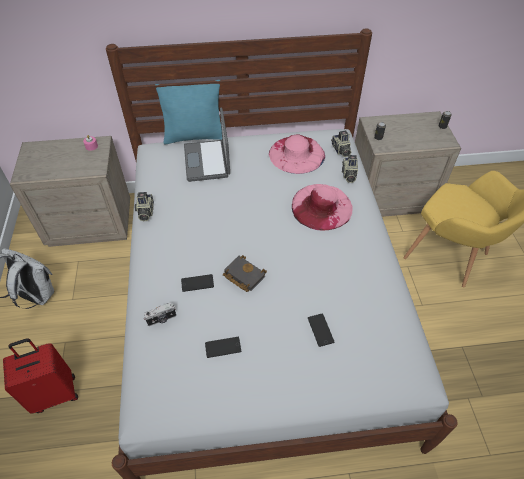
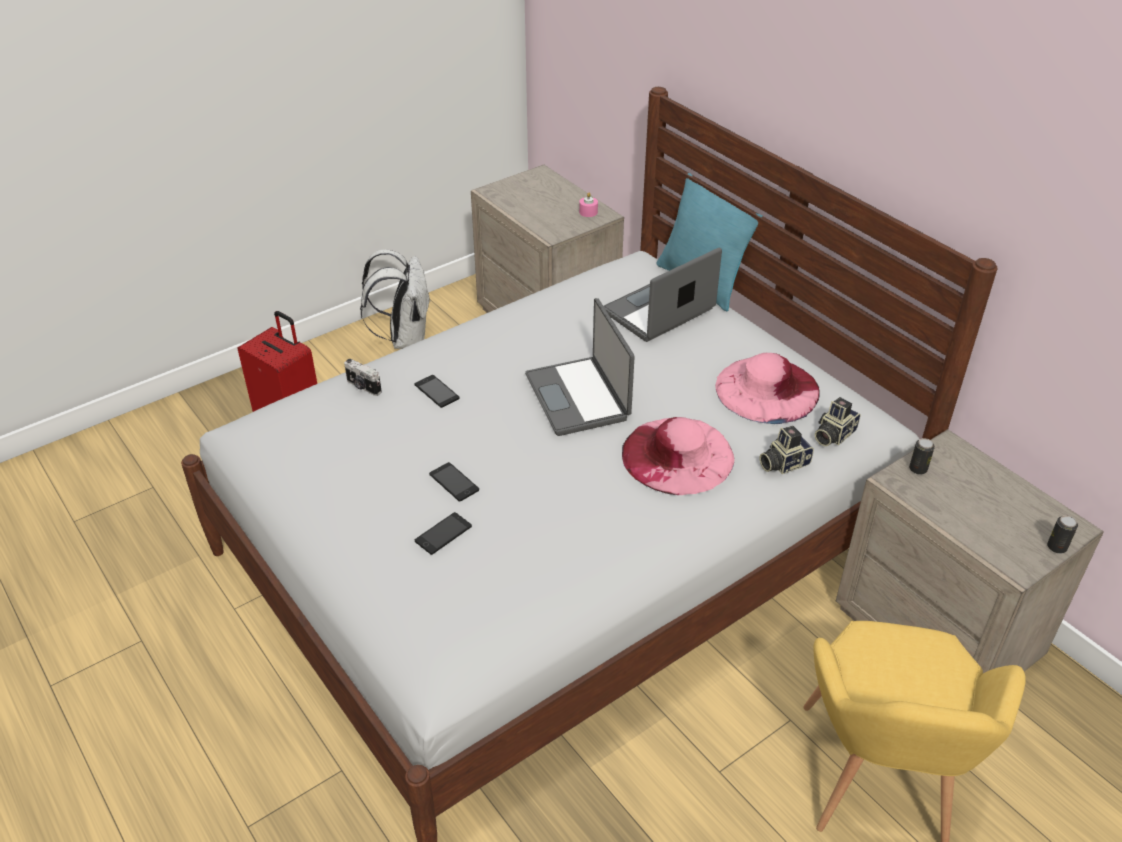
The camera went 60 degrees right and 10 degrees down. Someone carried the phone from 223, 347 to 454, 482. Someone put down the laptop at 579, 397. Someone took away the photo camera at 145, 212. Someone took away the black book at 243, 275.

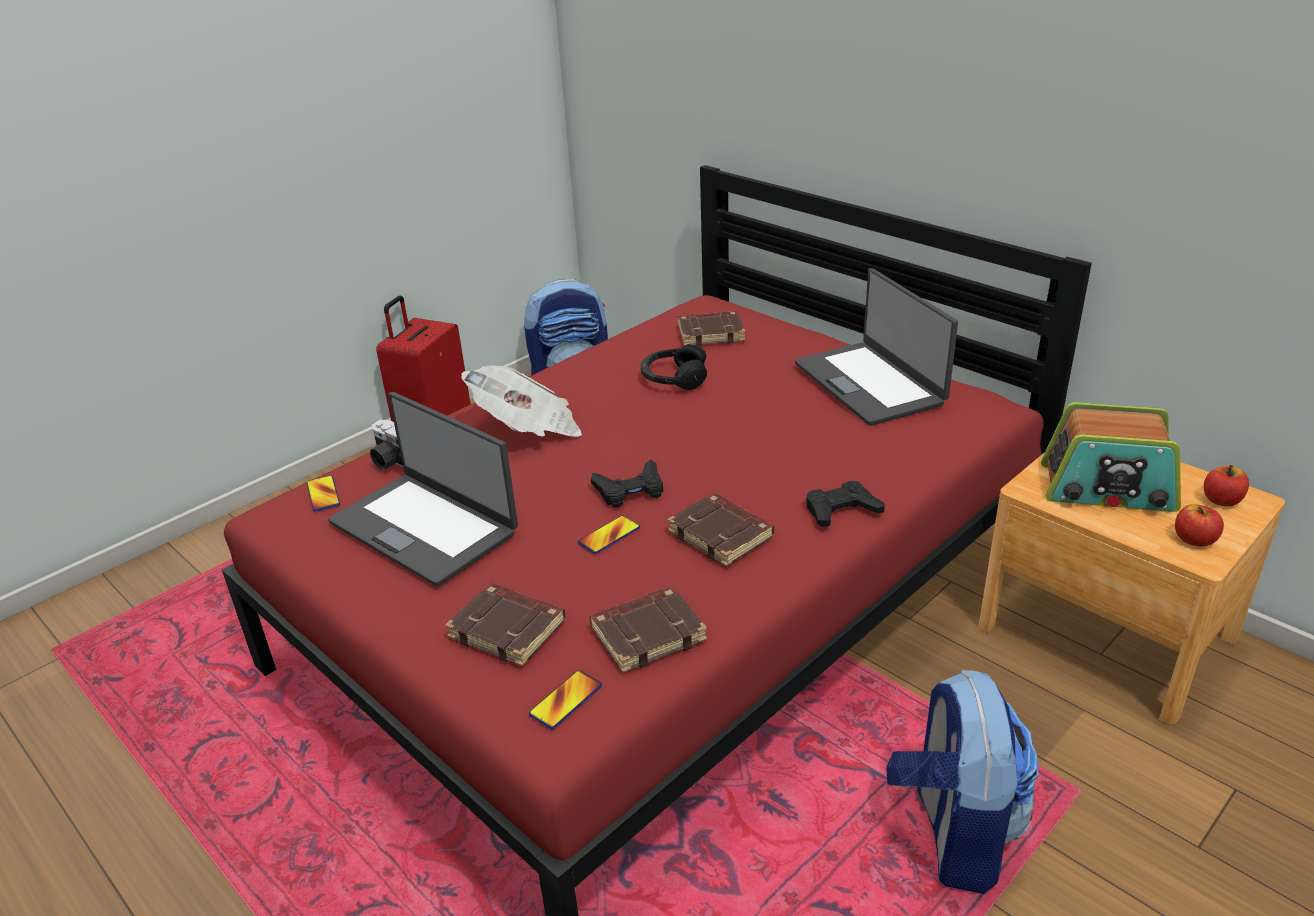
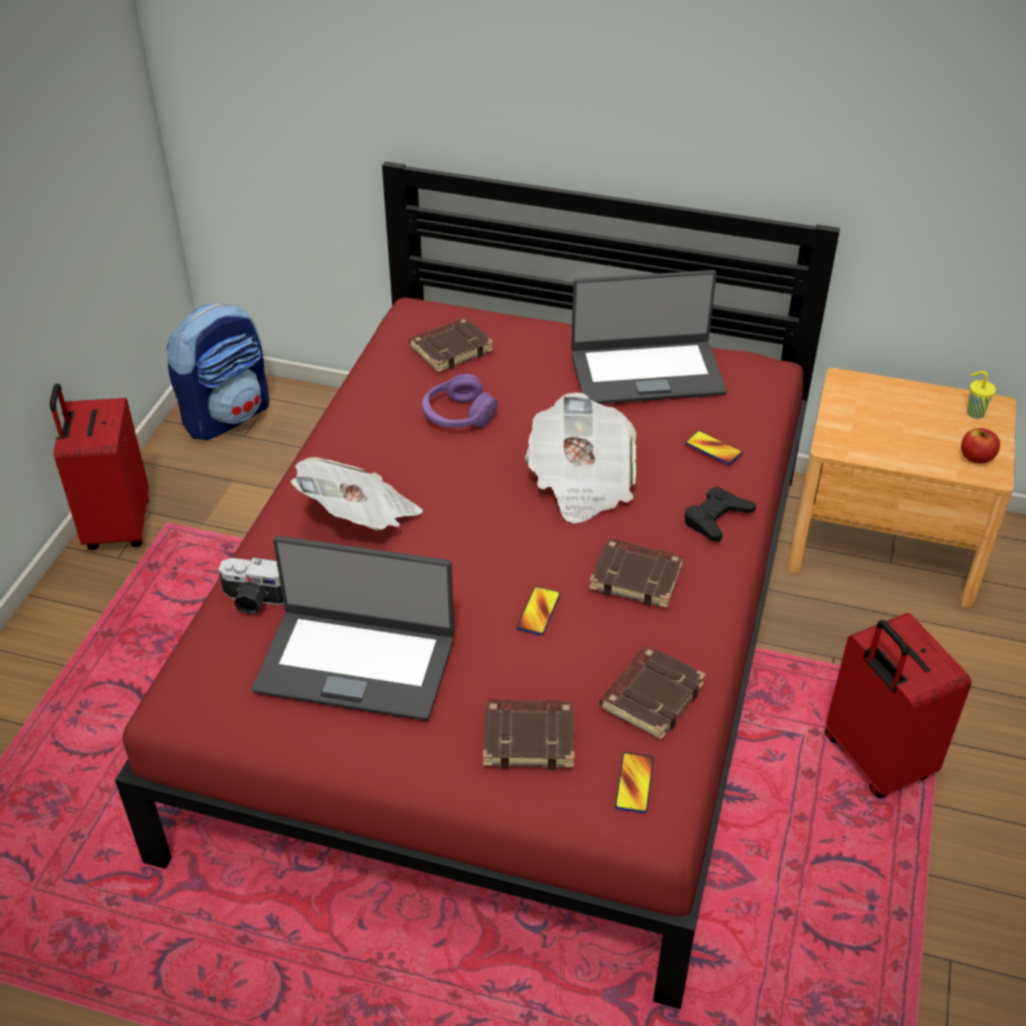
The camera went 30 degrees left and 10 degrees up. Someone repainted the black headphones at 674, 378, which became the purple headphones at 457, 415. Someone put down the newspaper at 581, 483. Someone rotated the laptop at 870, 383 by 45 degrees counterclockwise. Someone carried the phone from 323, 494 to 713, 449. Someone swapped the backpack at 953, 832 for the red suitcase at 874, 760. Someone swapped the apple at 1221, 500 for the yellow cup at 974, 413. Someone took away the black game controller at 630, 490. Someone took away the radio at 1107, 488.

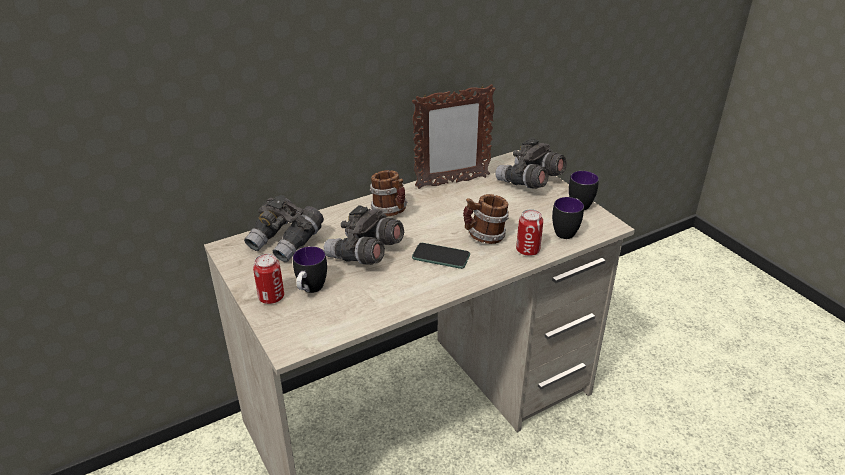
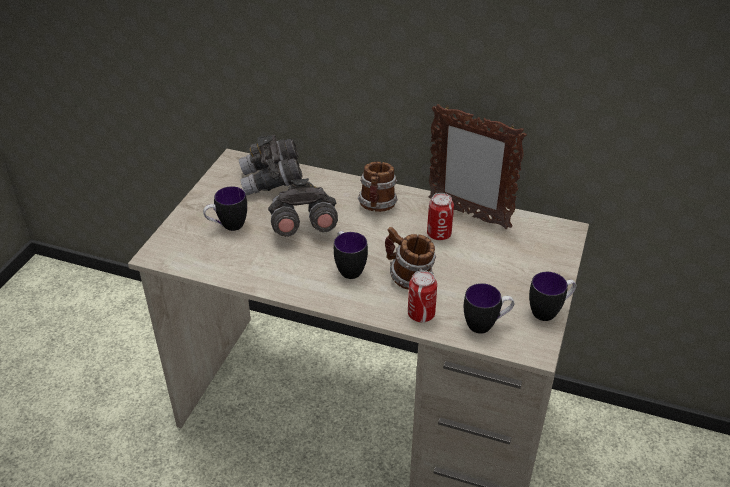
The camera went 50 degrees right and 5 degrees up. Someone swapped the phone at 441, 256 for the mug at 348, 268. Someone carried the can from 271, 297 to 439, 234. Someone took away the grey binoculars at 529, 182.

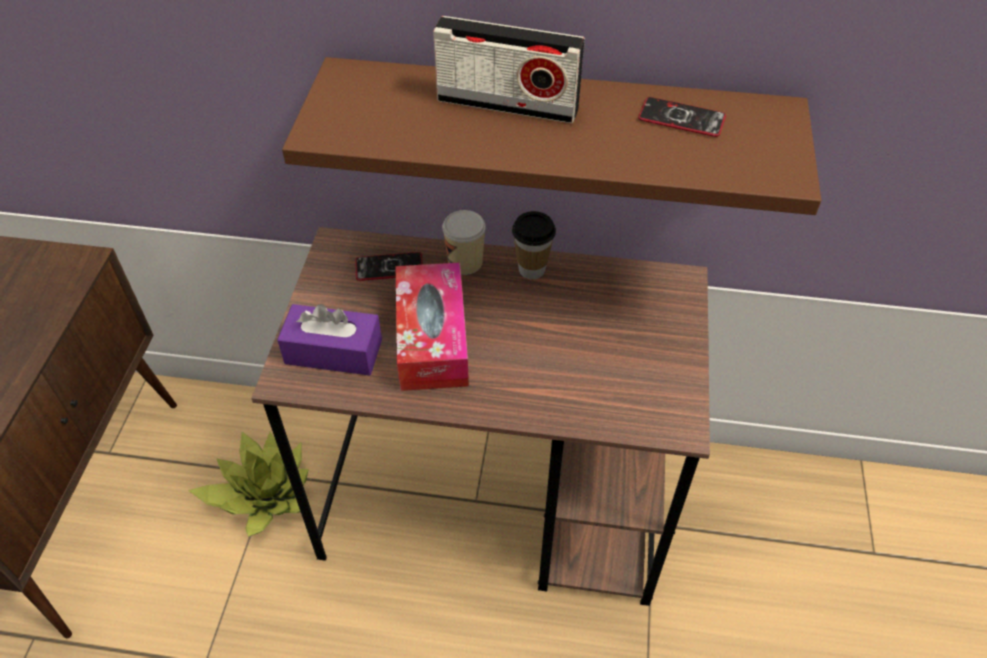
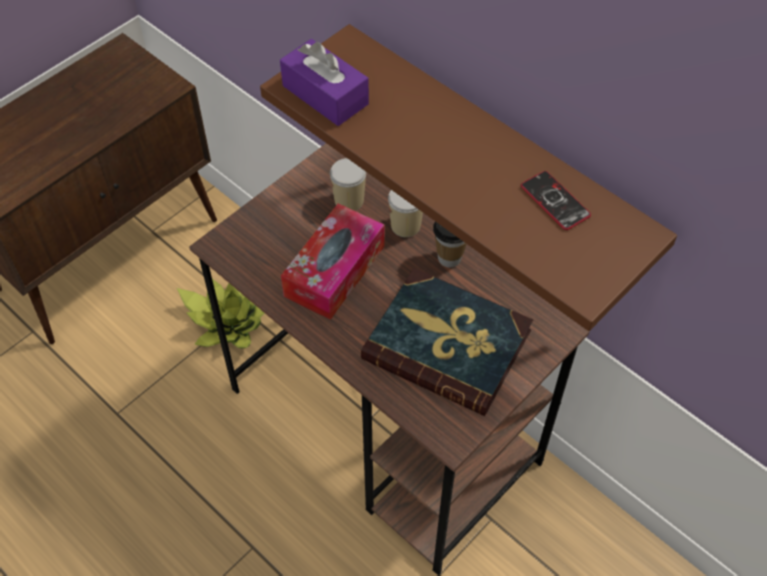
The camera went 35 degrees right and 5 degrees up. Someone carried the purple tissue box from 333, 351 to 325, 95. Someone swapped the phone at 389, 267 for the cup at 349, 200. Someone put down the book at 447, 344. Someone took away the radio at 507, 104.

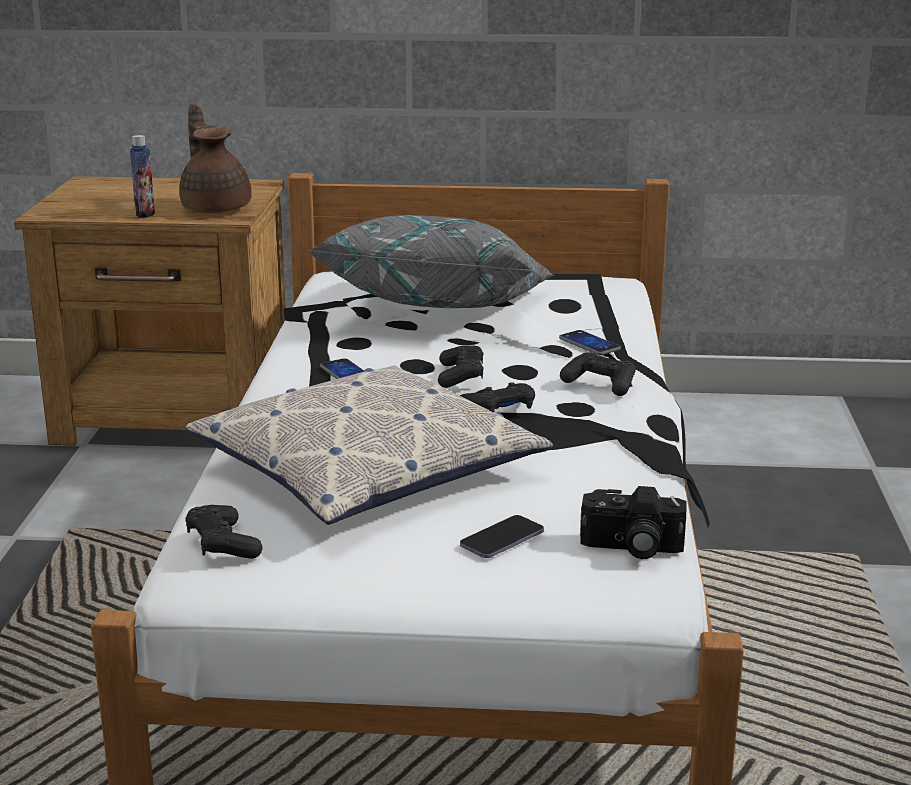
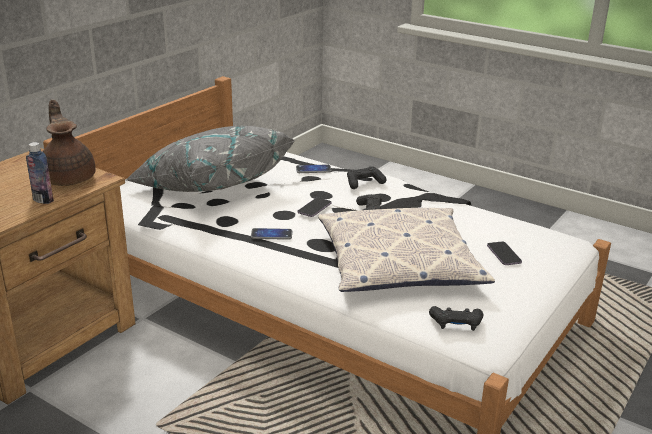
The camera went 60 degrees left and 5 degrees up. Someone rotated the brown teapot at 216, 208 by 60 degrees clockwise. Someone swapped the black game controller at 460, 376 for the phone at 314, 208. Someone took away the photo camera at 631, 548.

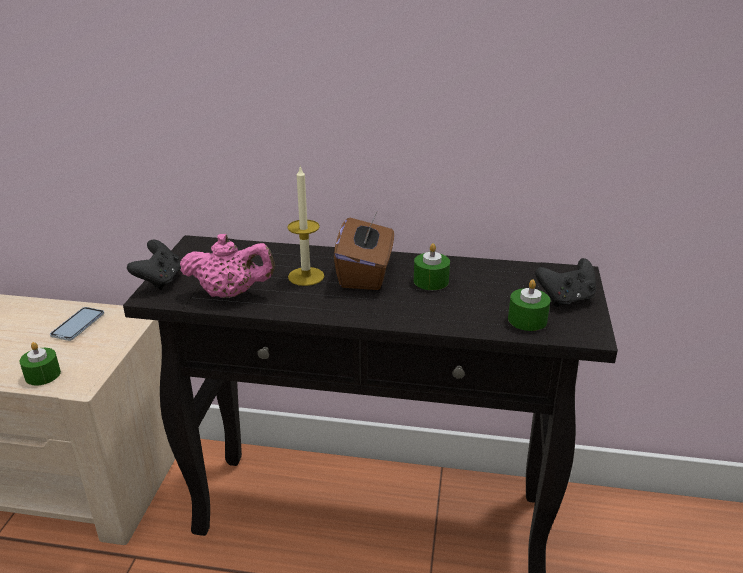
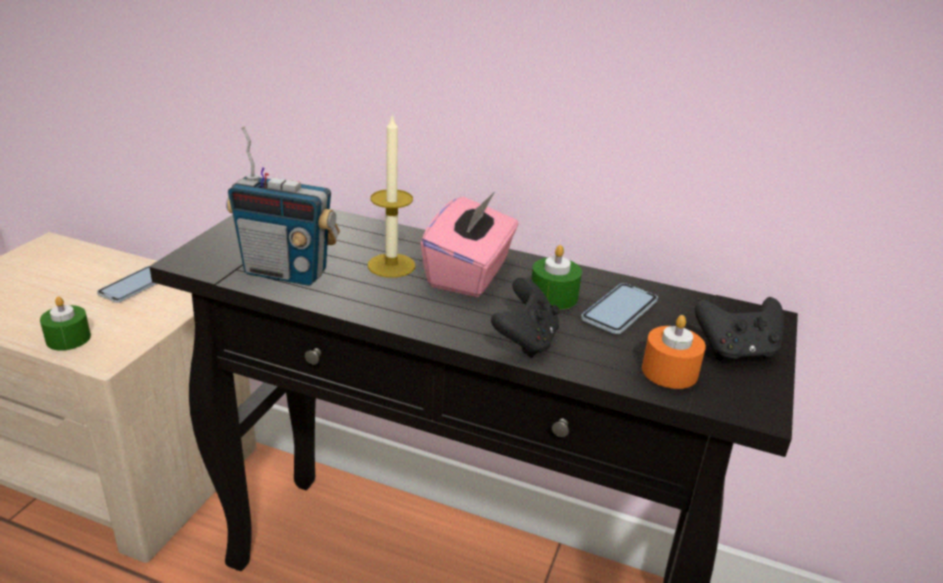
The camera went 10 degrees right and 0 degrees up. Someone swapped the pink teapot at 231, 293 for the radio at 286, 272. Someone repainted the brown tissue box at 365, 274, which became the pink tissue box at 470, 274. Someone carried the black game controller from 159, 280 to 525, 341. Someone put down the phone at 619, 310. Someone repainted the green candle at 527, 320, which became the orange candle at 669, 371.

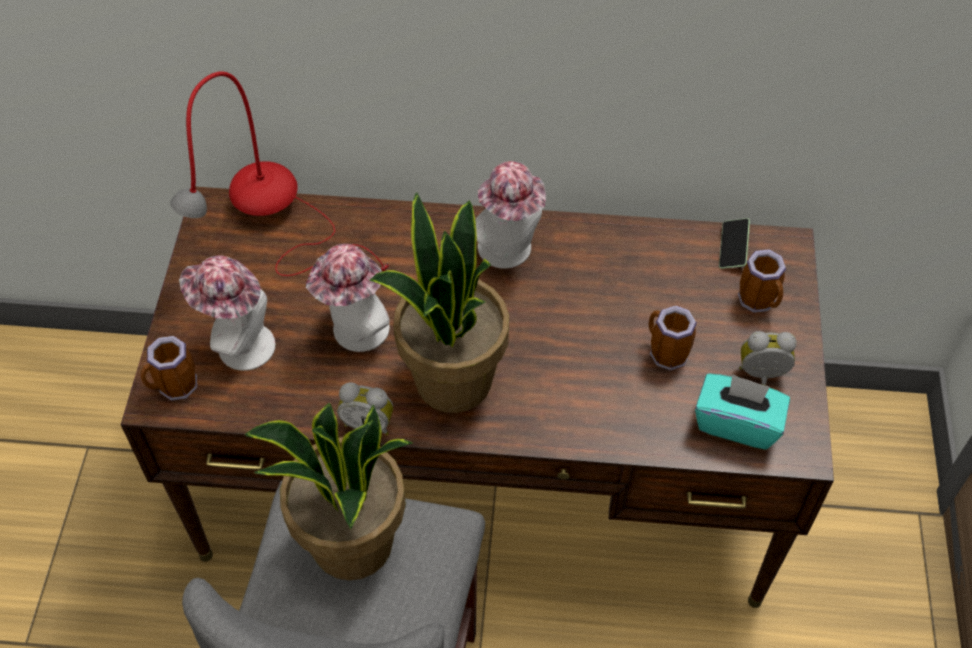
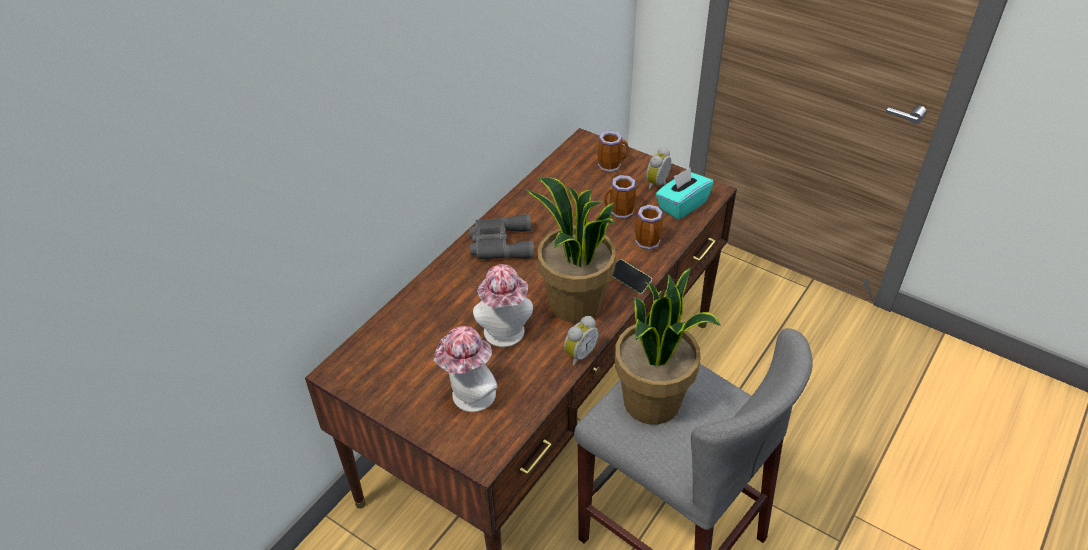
The camera went 60 degrees left and 10 degrees down. Someone swapped the hat at 509, 252 for the grey binoculars at 499, 244. Someone carried the phone from 732, 248 to 630, 280. Someone carried the mug from 175, 388 to 649, 243. Someone took away the red table lamp at 275, 233.

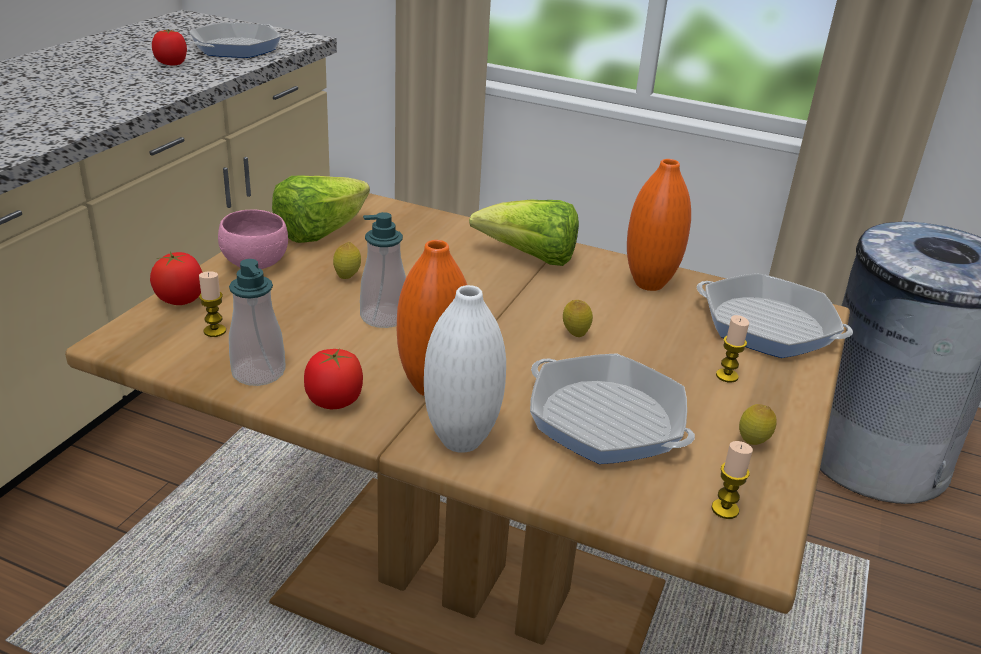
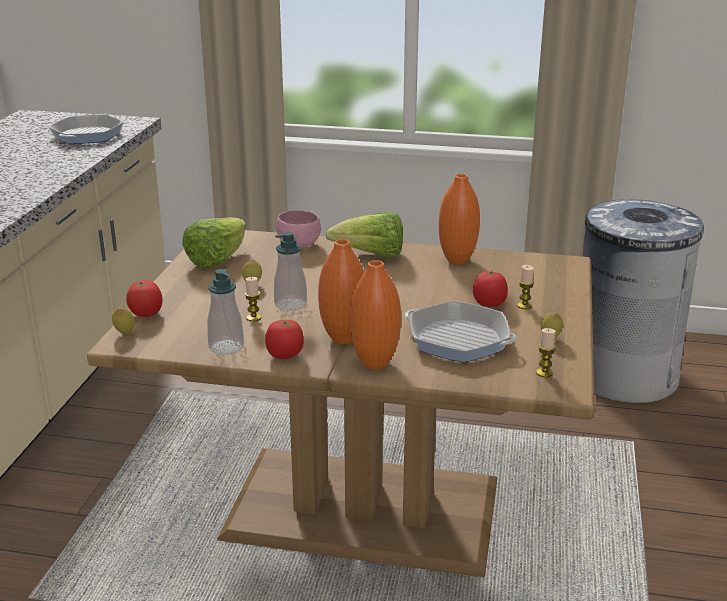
The camera went 10 degrees left and 5 degrees down. Someone carried the lemon from 575, 335 to 124, 333. Someone carried the candle from 215, 331 to 253, 318. Someone carried the pink bowl from 258, 264 to 300, 245. Someone repainted the white vase at 461, 441, which became the orange vase at 375, 363. Someone carried the tomato from 172, 64 to 489, 304. Someone took away the frying pan at 767, 325.

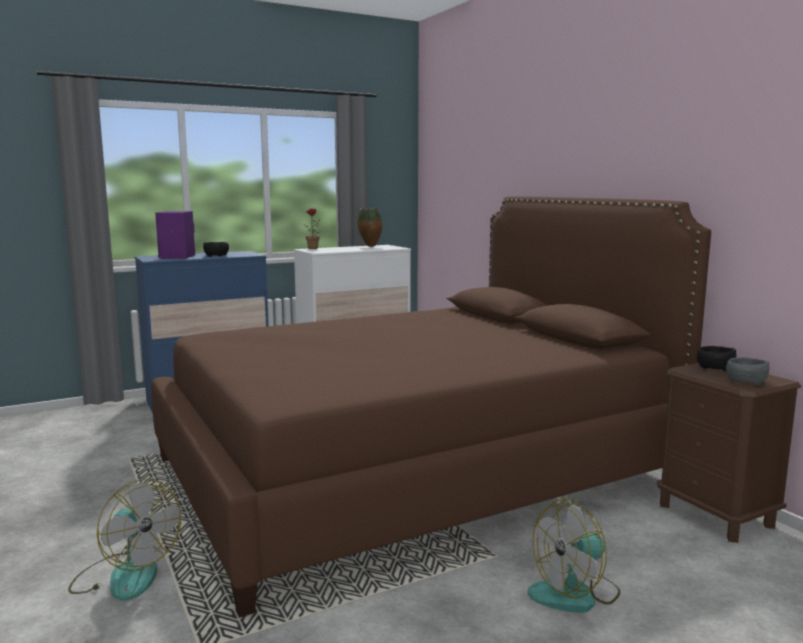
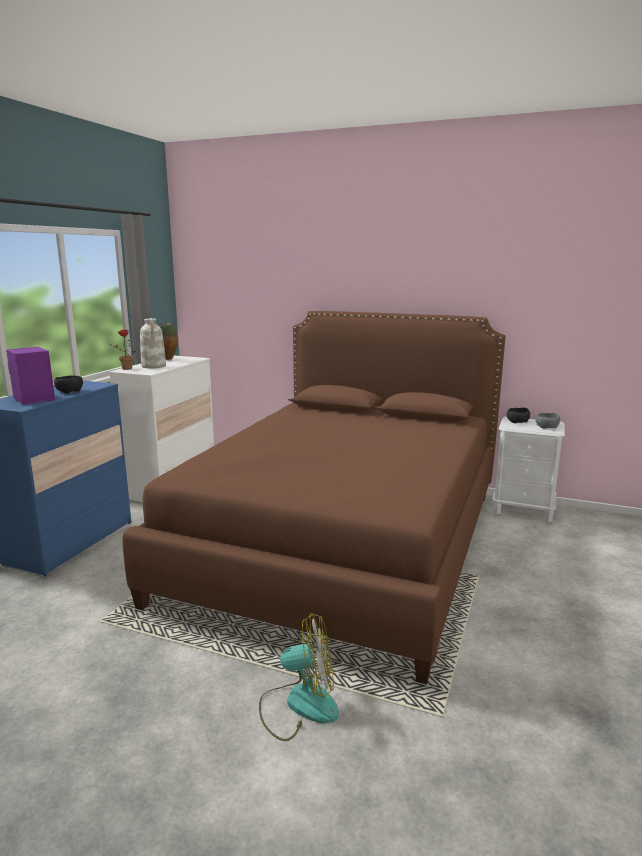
The camera went 40 degrees left and 5 degrees up. Someone put down the white vase at 154, 366. Someone repainted the brown nightstand at 716, 515, which became the white nightstand at 523, 510. Someone took away the fan at 575, 594.

